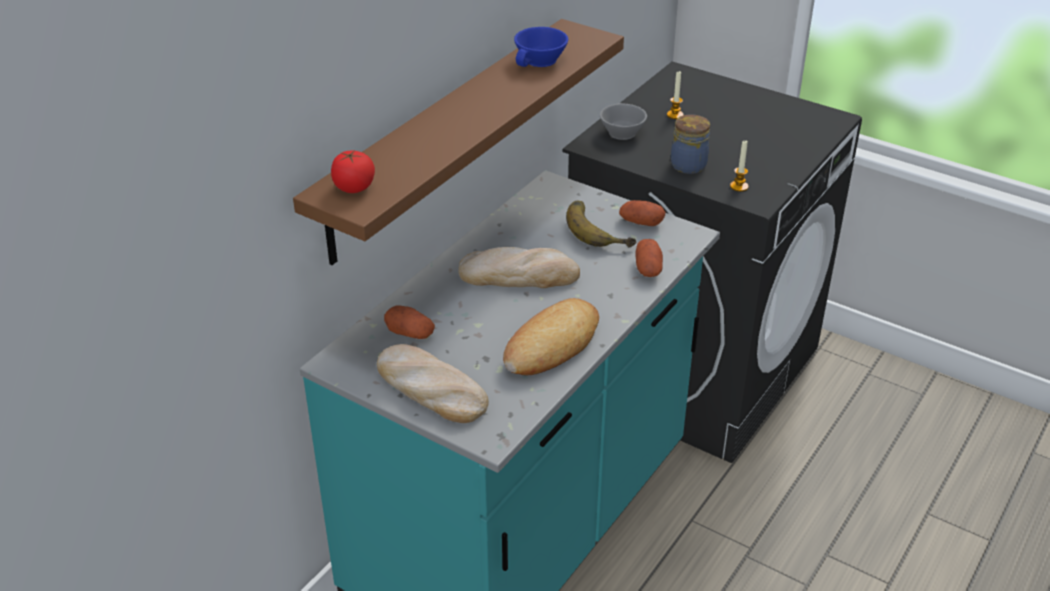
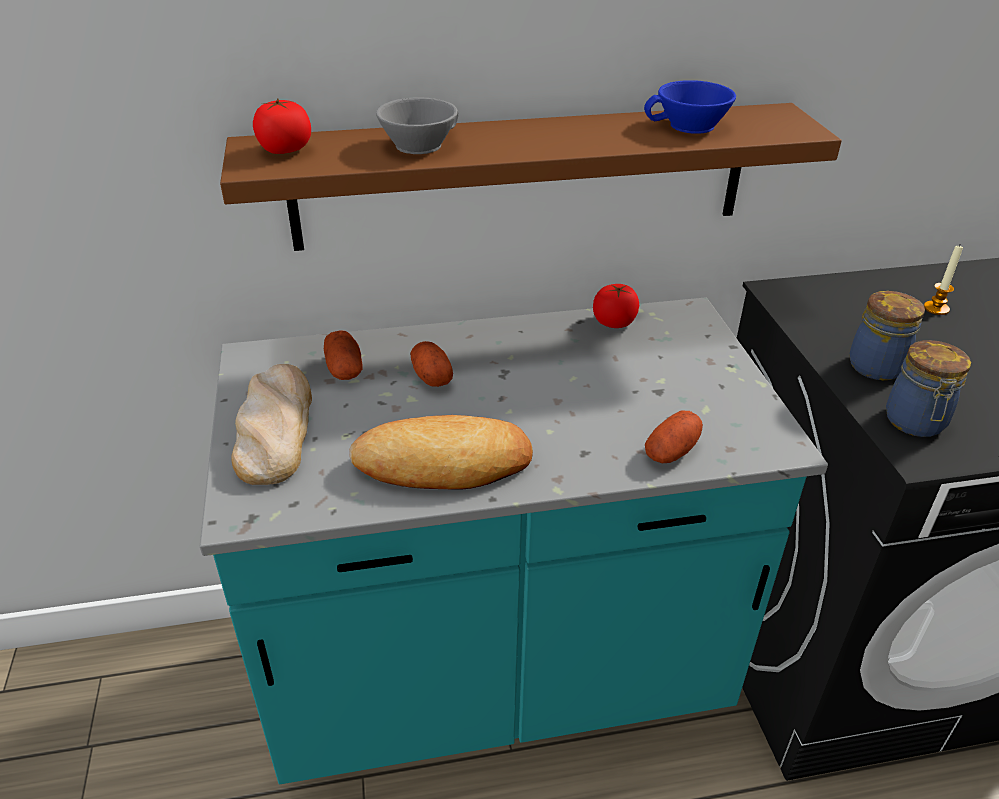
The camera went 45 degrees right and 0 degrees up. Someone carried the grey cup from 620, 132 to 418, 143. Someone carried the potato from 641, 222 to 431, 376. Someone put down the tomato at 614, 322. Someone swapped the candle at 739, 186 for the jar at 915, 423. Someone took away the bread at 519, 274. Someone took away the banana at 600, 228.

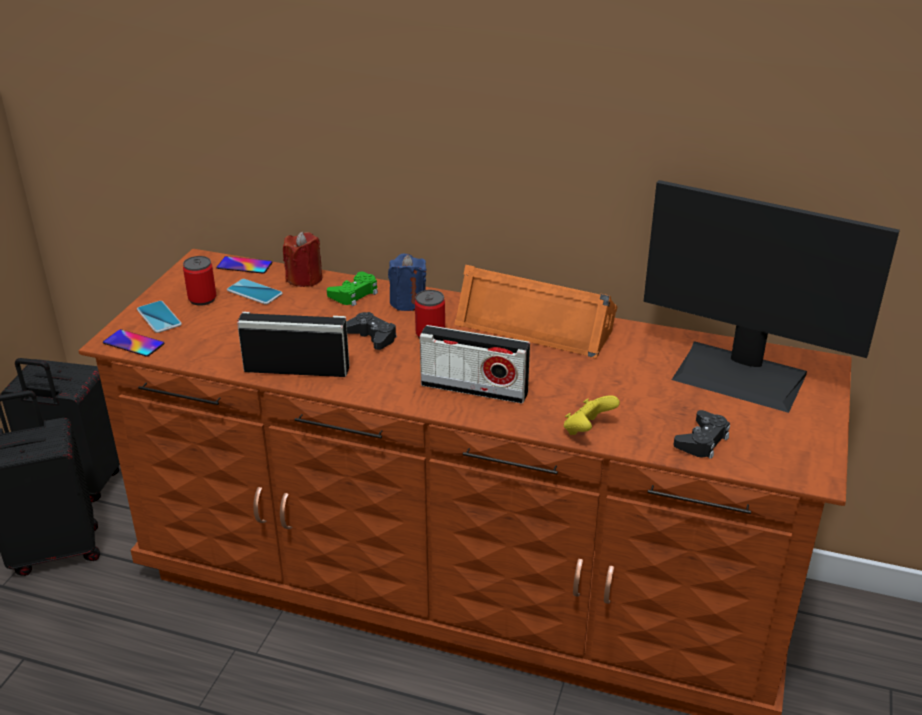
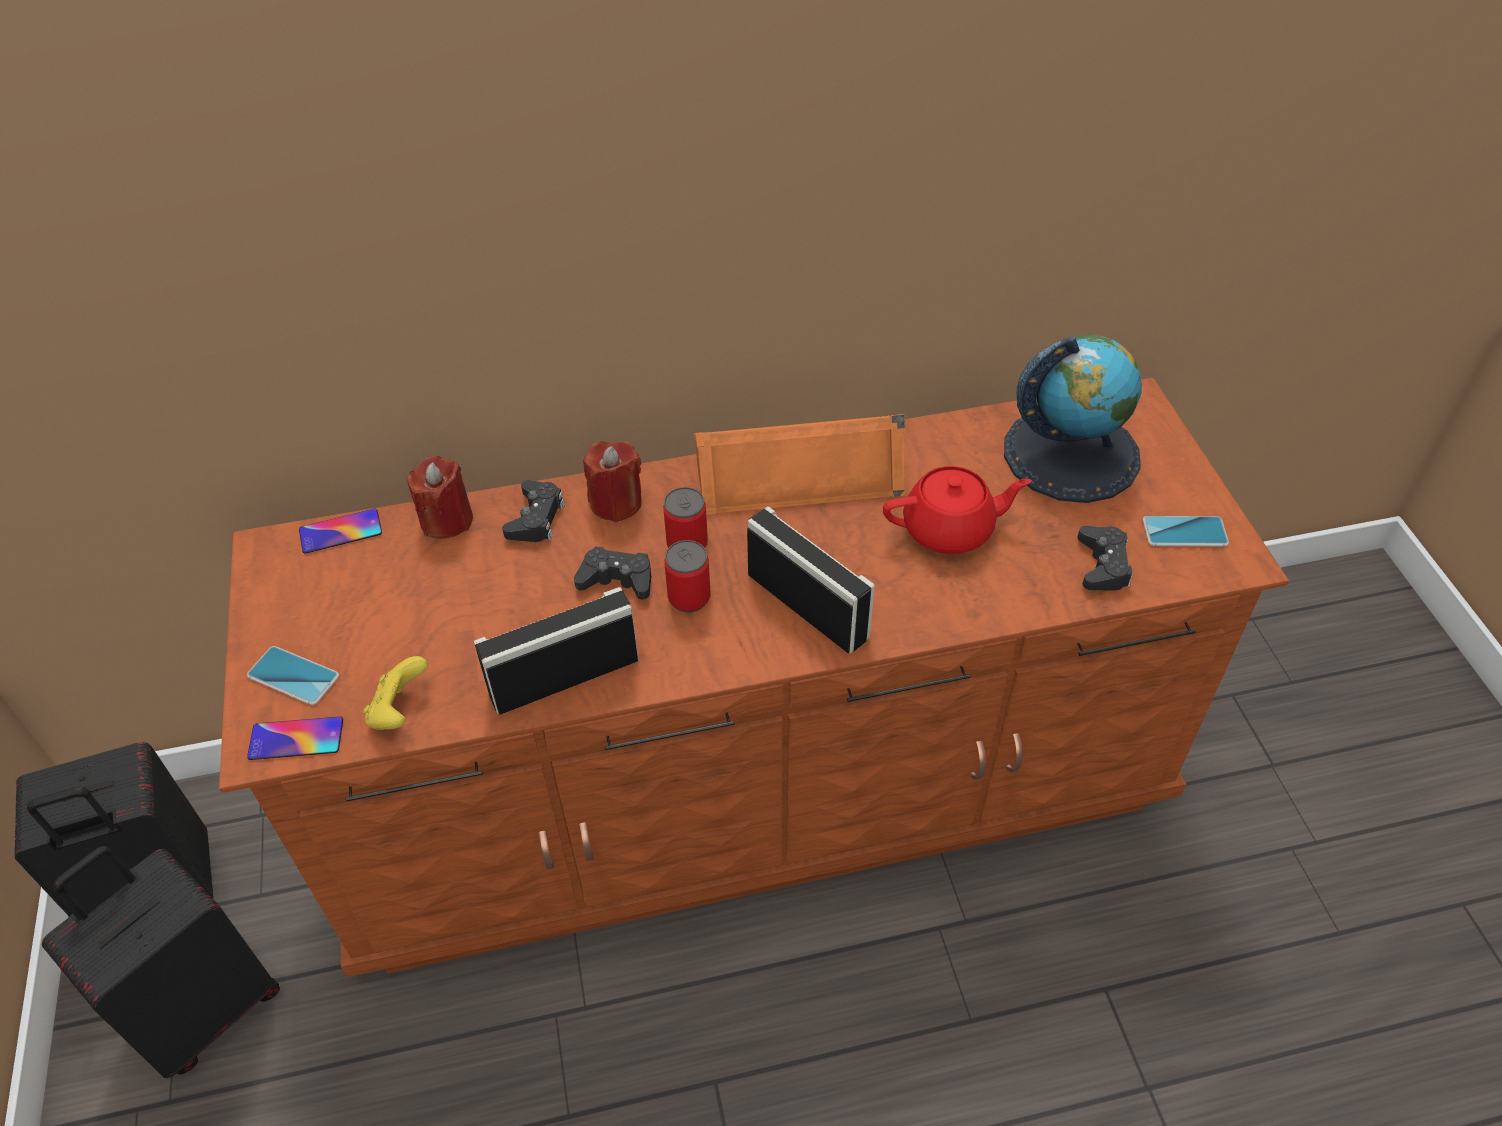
The camera went 30 degrees left and 15 degrees up. Someone carried the yellow game controller from 587, 430 to 399, 711. Someone repainted the green game controller at 354, 294, which became the black game controller at 536, 518. Someone repainted the blue candle at 408, 302, which became the red candle at 616, 503. Someone carried the can from 202, 299 to 689, 597. Someone rotated the radio at 474, 389 by 120 degrees counterclockwise. Someone put down the red teapot at 950, 529. Someone swapped the monitor at 740, 375 for the globe at 1071, 453. Someone carried the phone from 254, 292 to 1184, 532.

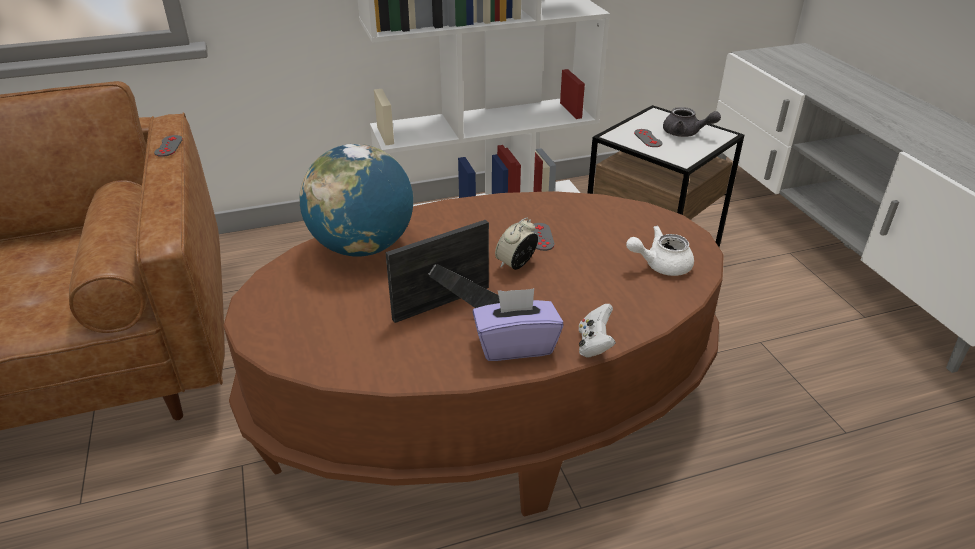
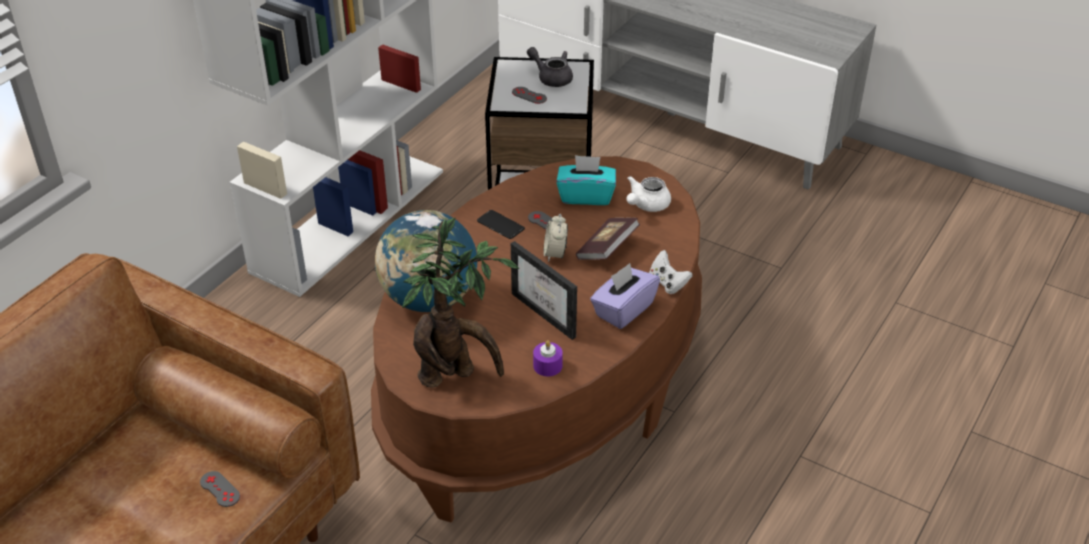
The camera went 40 degrees left and 5 degrees up. Someone carried the grey game controller from 168, 146 to 220, 489. Someone put down the potted plant at 455, 374. Someone put down the phone at 500, 225. Someone rotated the picture frame at 445, 310 by 60 degrees counterclockwise. Someone rotated the grey teapot at 685, 133 by 135 degrees counterclockwise. Someone put down the purple candle at 547, 366. Someone put down the turquoise tissue box at 586, 196. Someone put down the book at 607, 249.

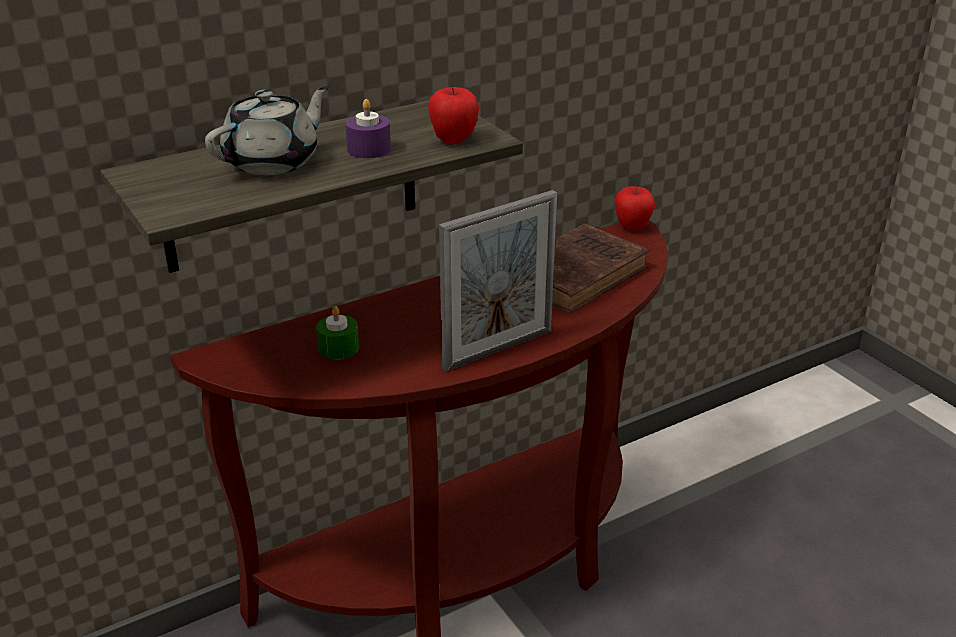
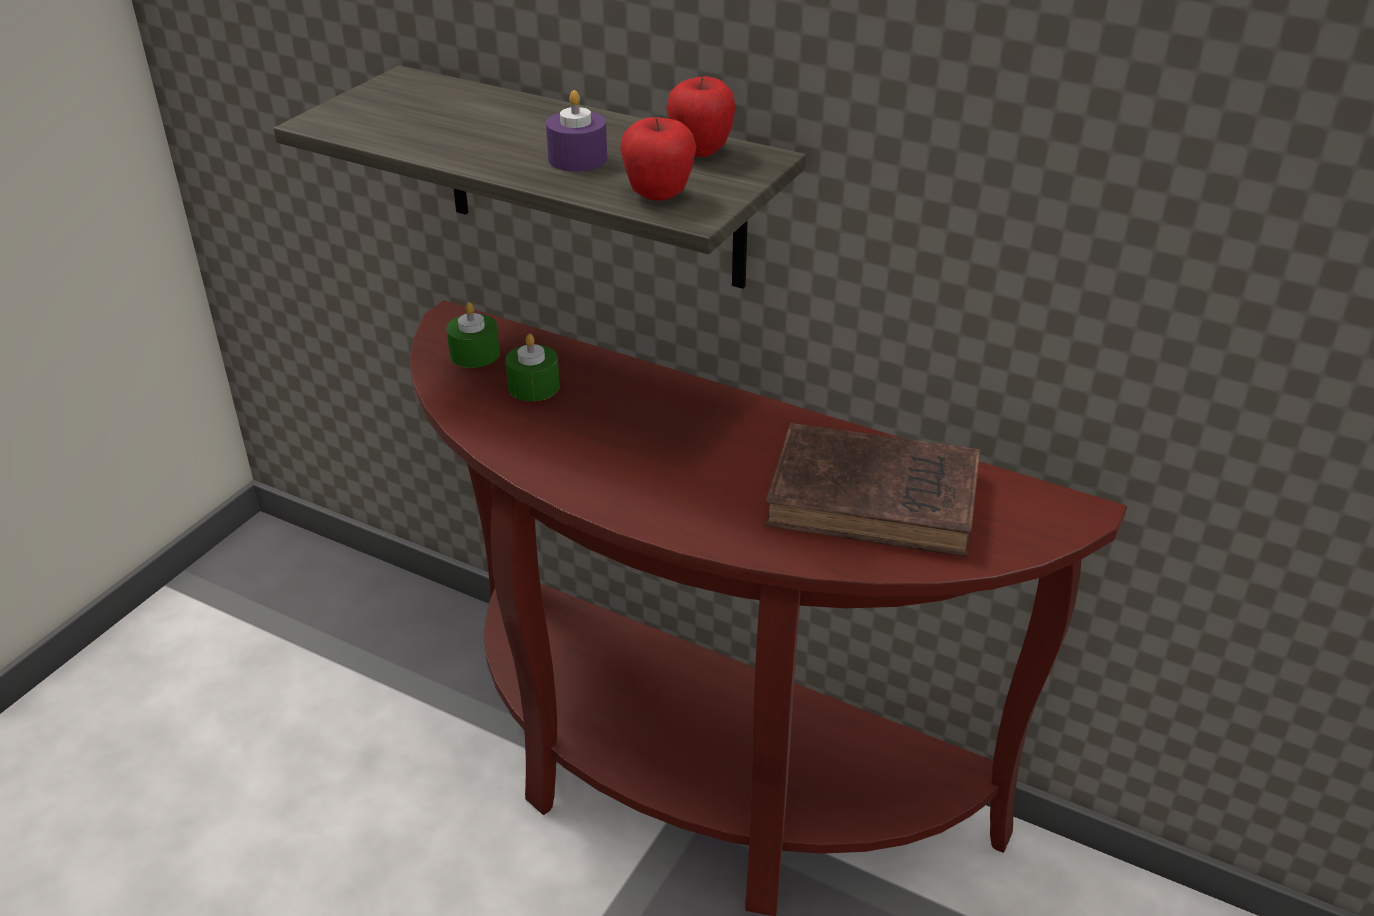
The camera went 60 degrees right and 5 degrees up. Someone put down the green candle at 474, 354. Someone carried the apple from 632, 227 to 700, 151. Someone took away the grey teapot at 274, 162. Someone took away the picture frame at 498, 349.

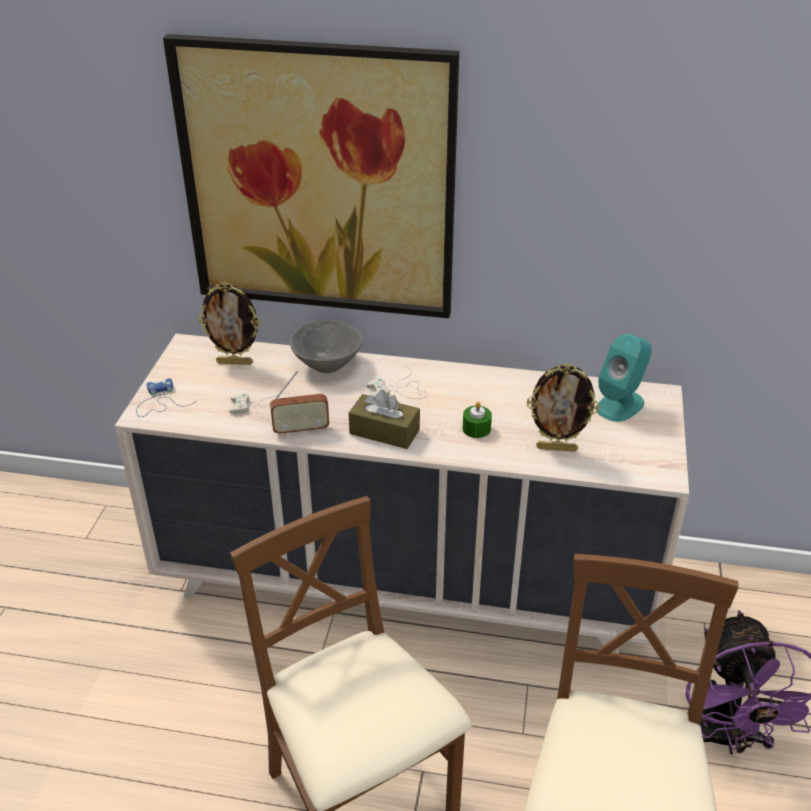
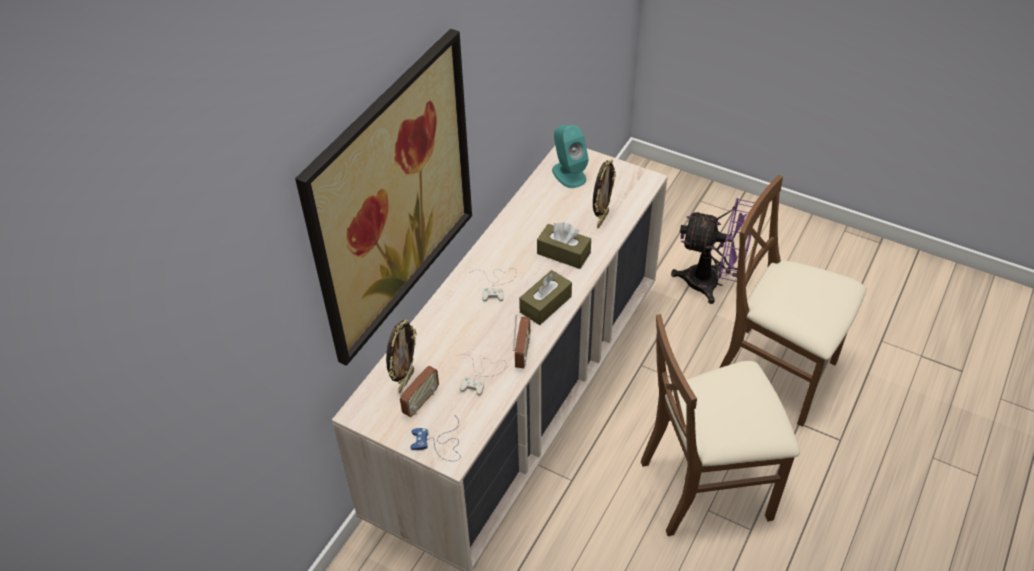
The camera went 70 degrees left and 10 degrees up. Someone put down the radio at 420, 402. Someone swapped the green candle at 476, 429 for the brown tissue box at 563, 253. Someone took away the grey bowl at 327, 364.

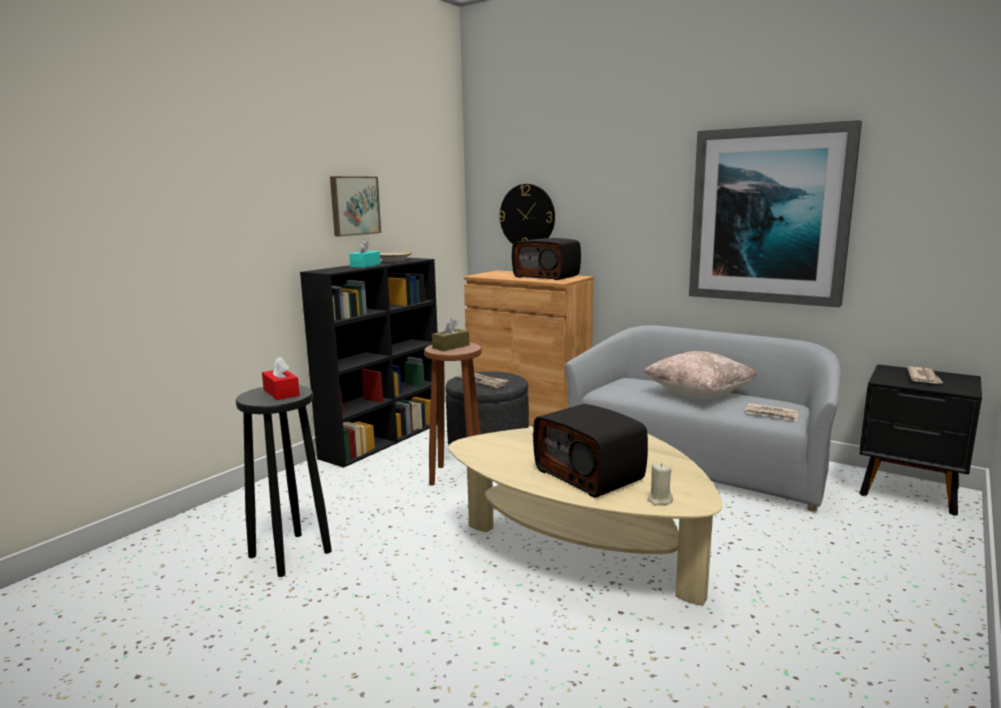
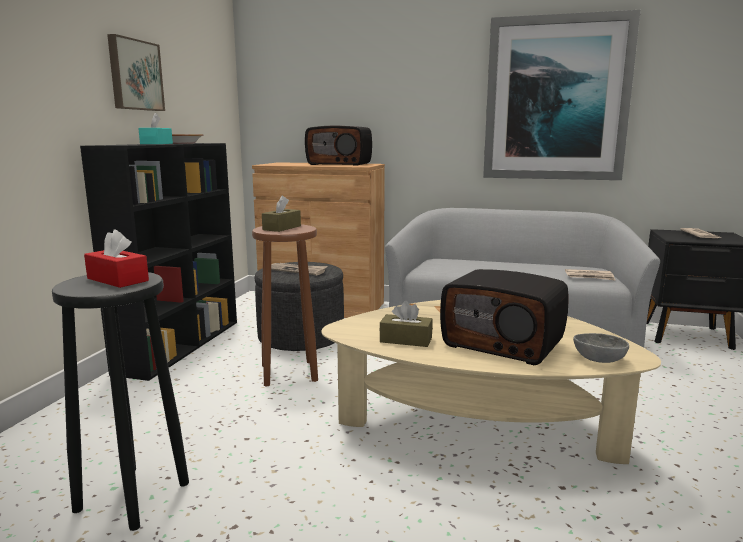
The camera went 20 degrees left and 0 degrees up. Someone put down the brown tissue box at 406, 340. Someone swapped the beige candle at 659, 500 for the grey bowl at 598, 359. Someone took away the wall clock at 527, 216. Someone took away the beige pillow at 698, 394.

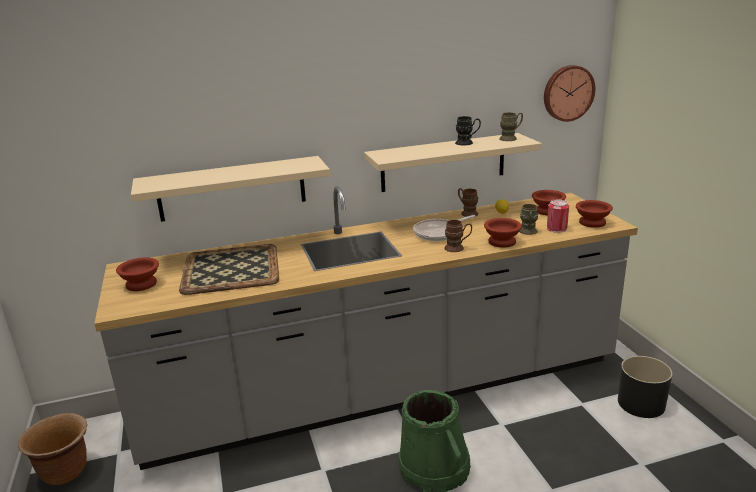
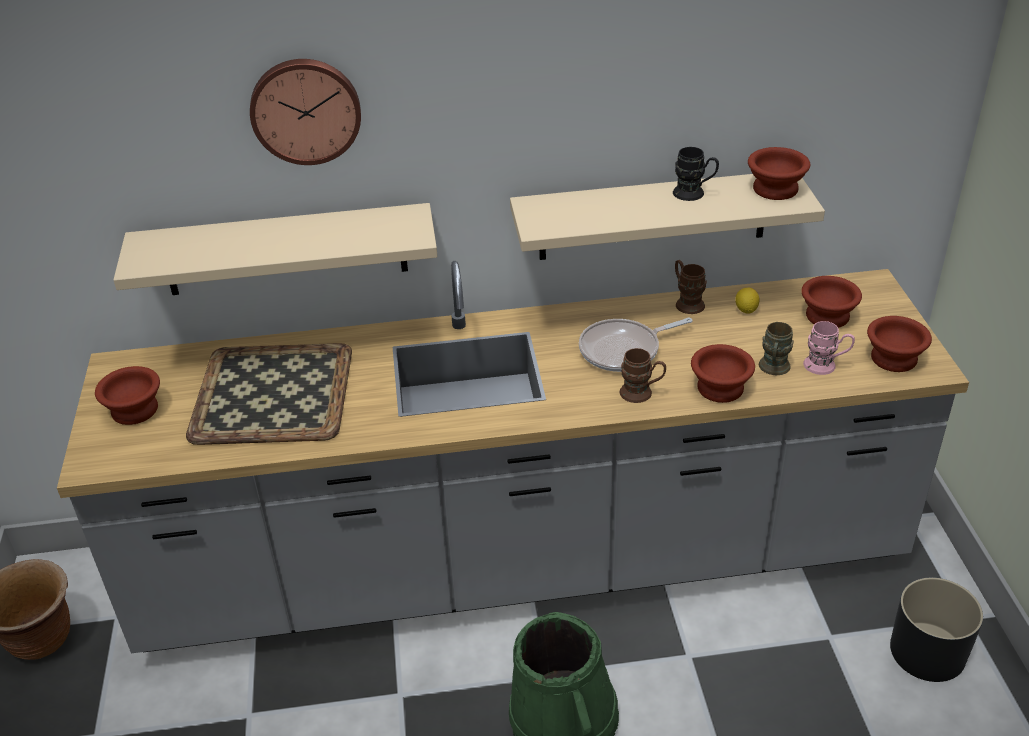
The camera went 10 degrees right and 15 degrees up. Someone carried the wall clock from 567, 93 to 305, 110. Someone swapped the brown mug at 511, 138 for the brown bowl at 776, 188. Someone swapped the can at 556, 229 for the pink mug at 825, 366.

